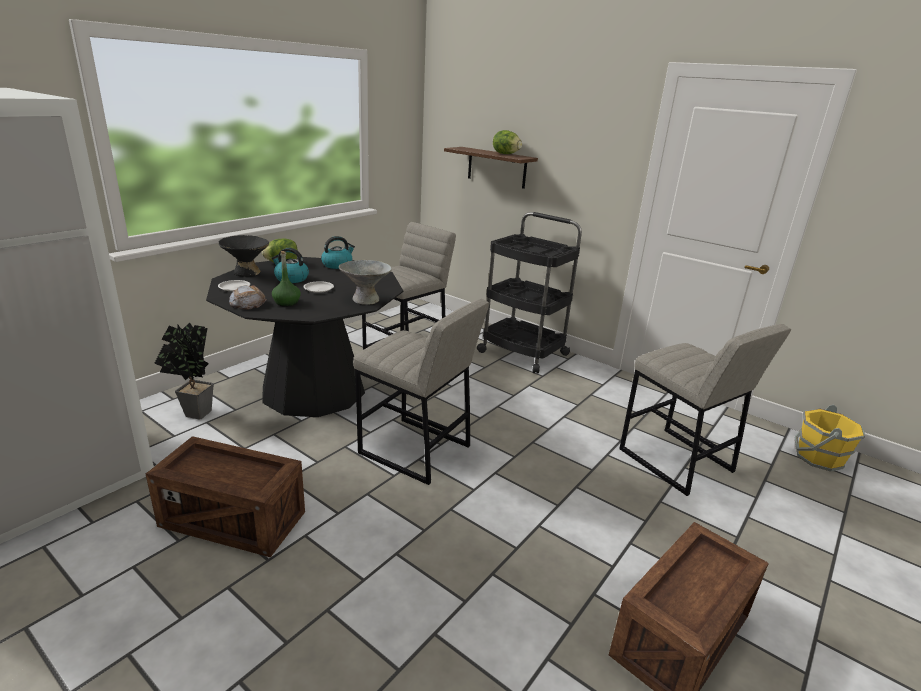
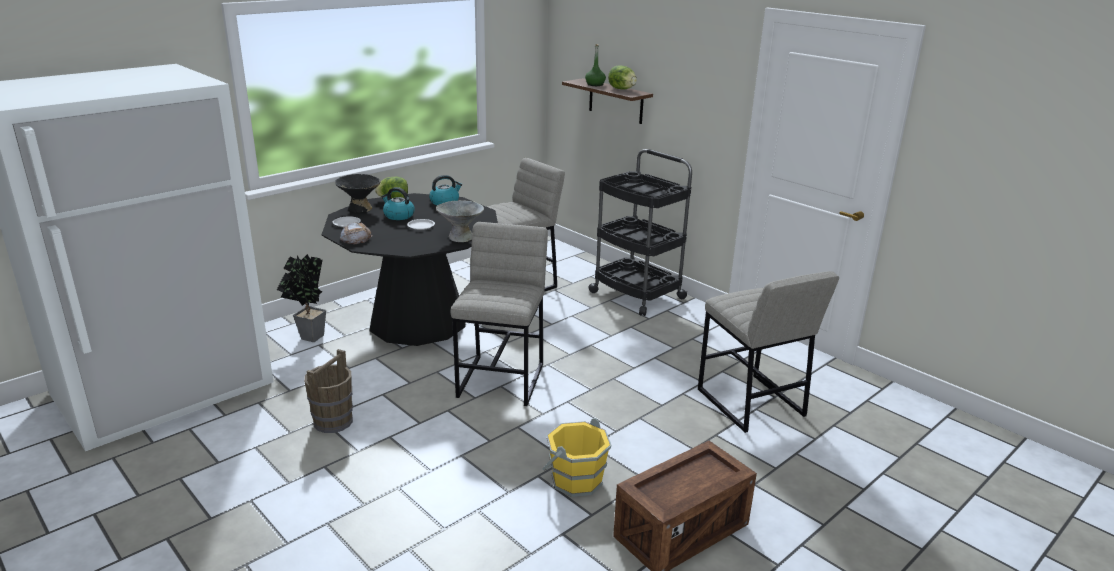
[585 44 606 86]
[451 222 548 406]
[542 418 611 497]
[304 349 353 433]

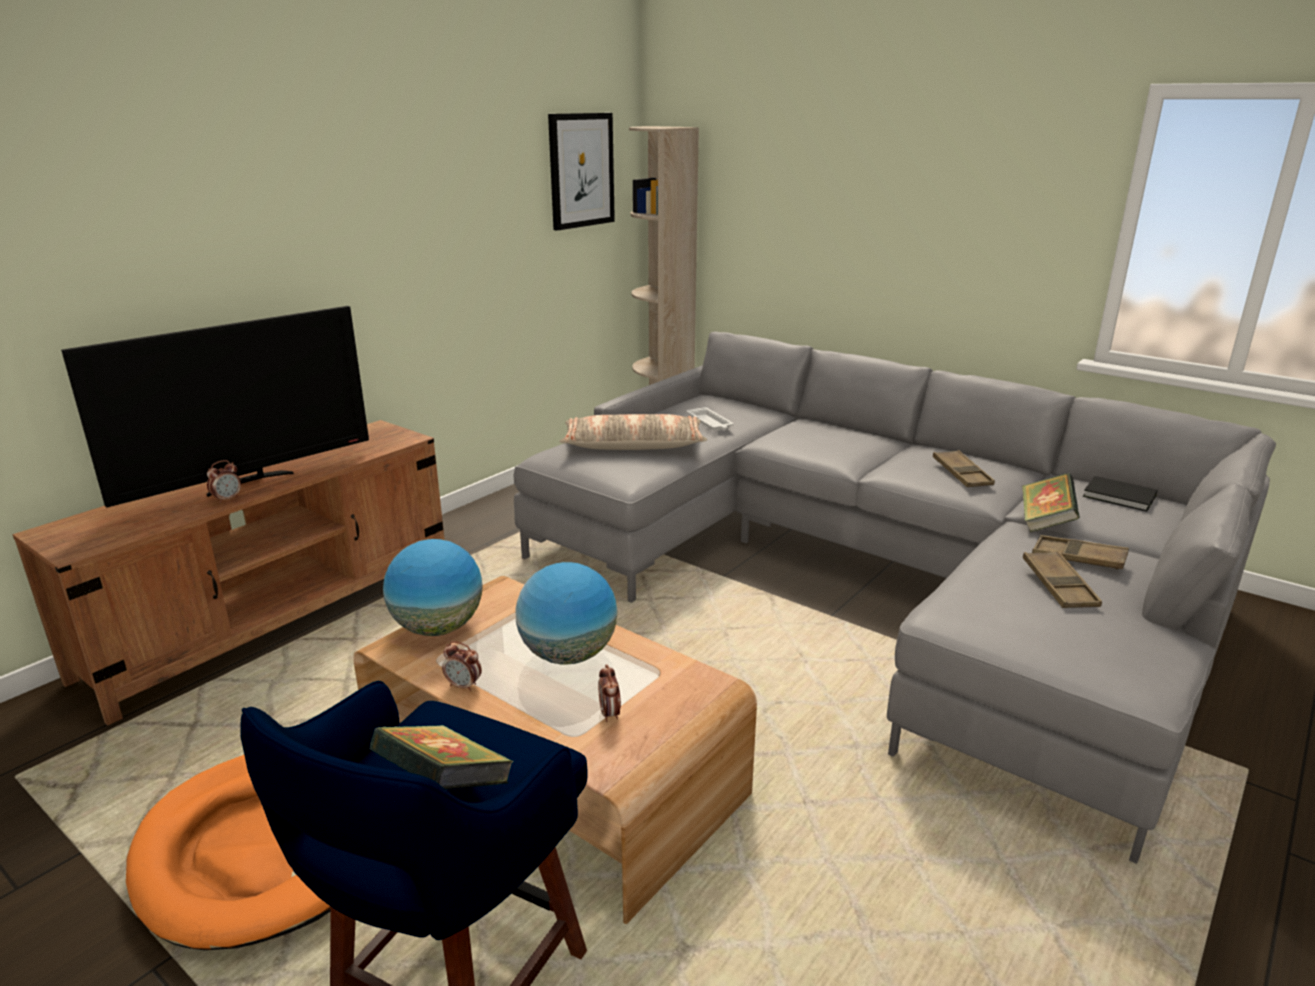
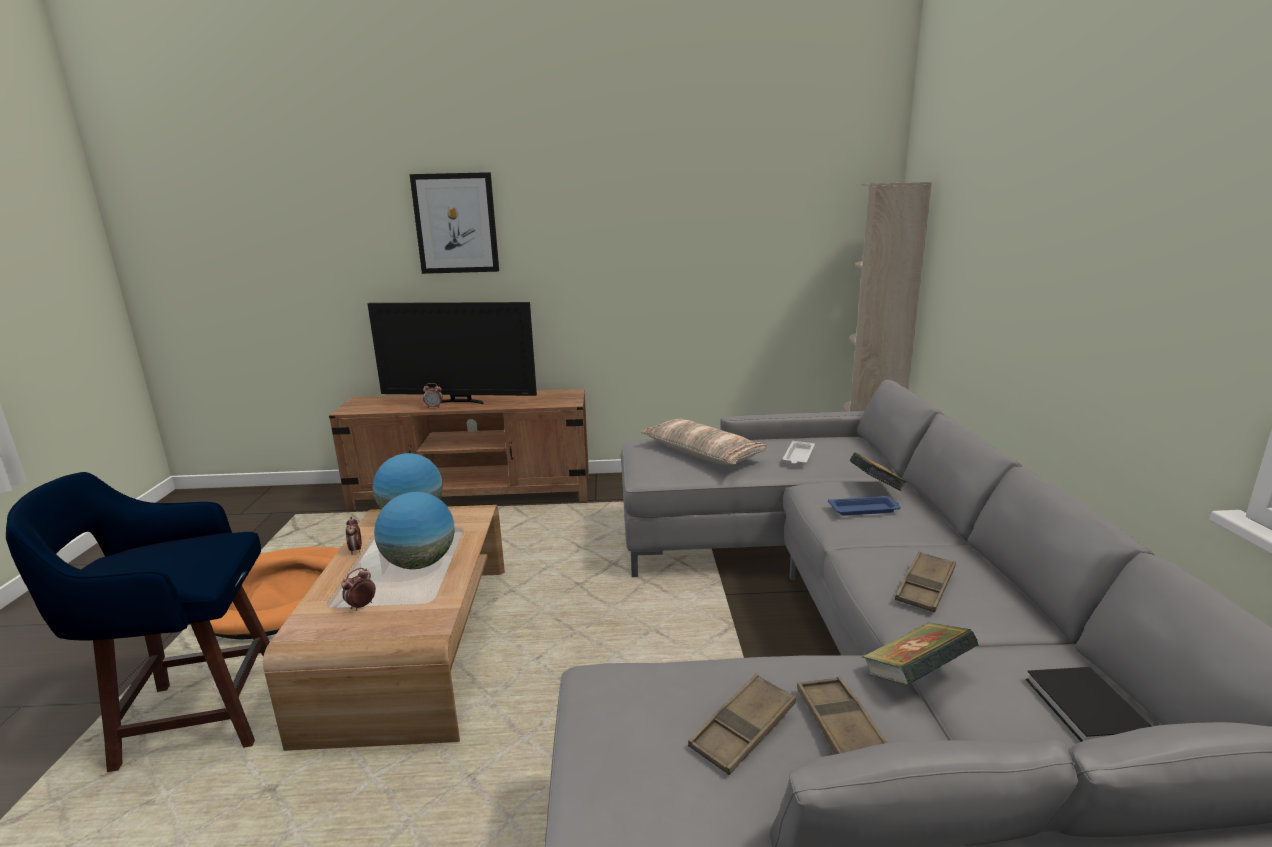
[410 172 499 274]
[850 453 906 491]
[828 496 901 515]

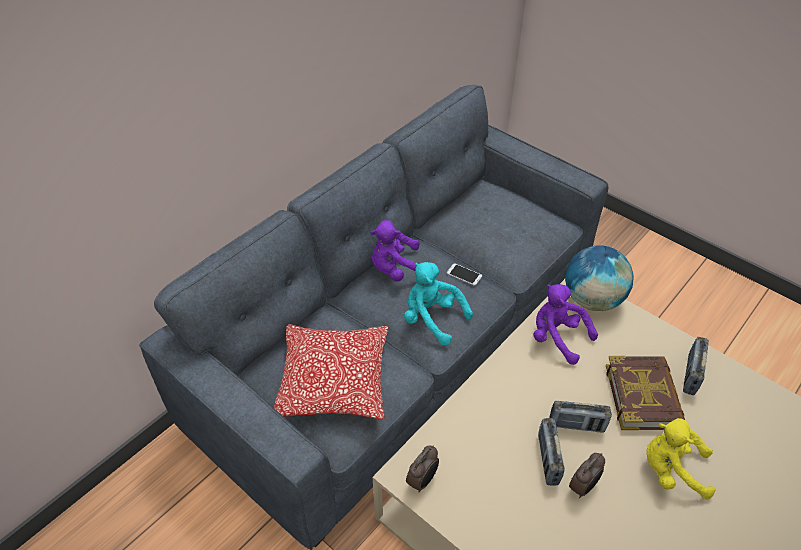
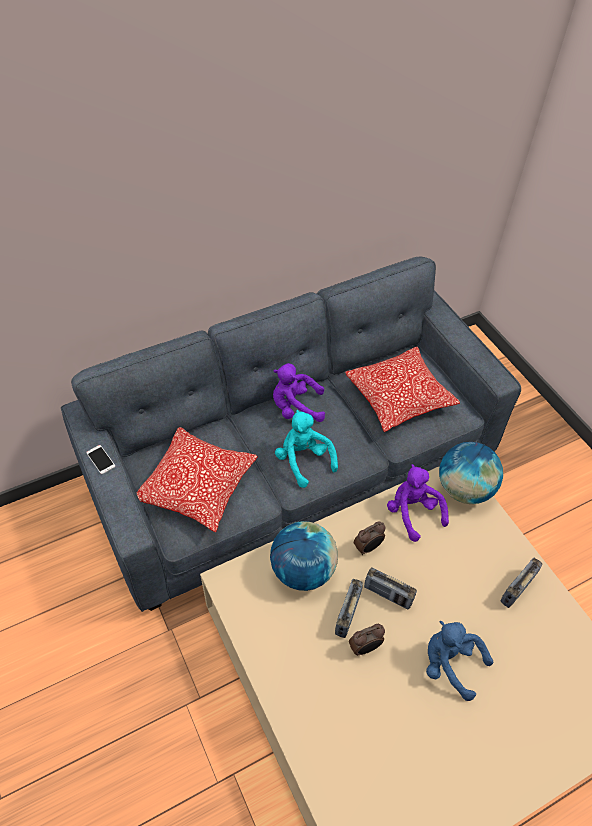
[86 445 115 474]
[606 356 685 430] (first image)
[426 621 493 701]
[354 522 385 555]
[345 347 460 432]
[270 521 338 591]

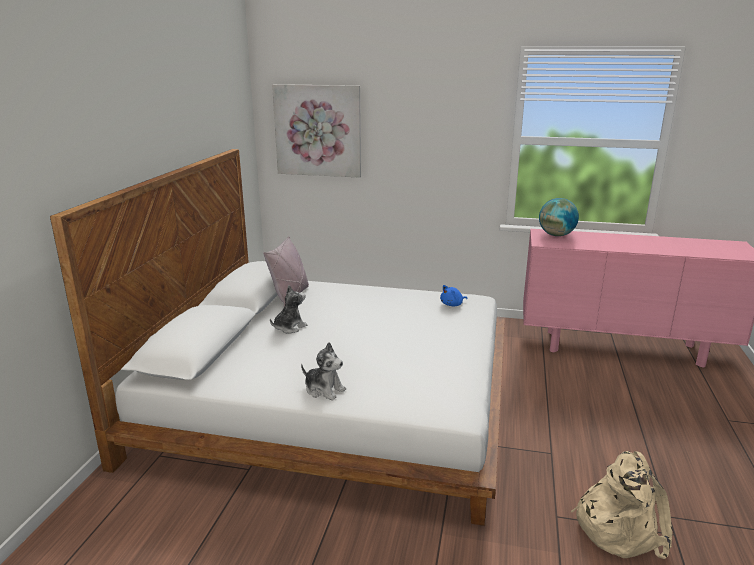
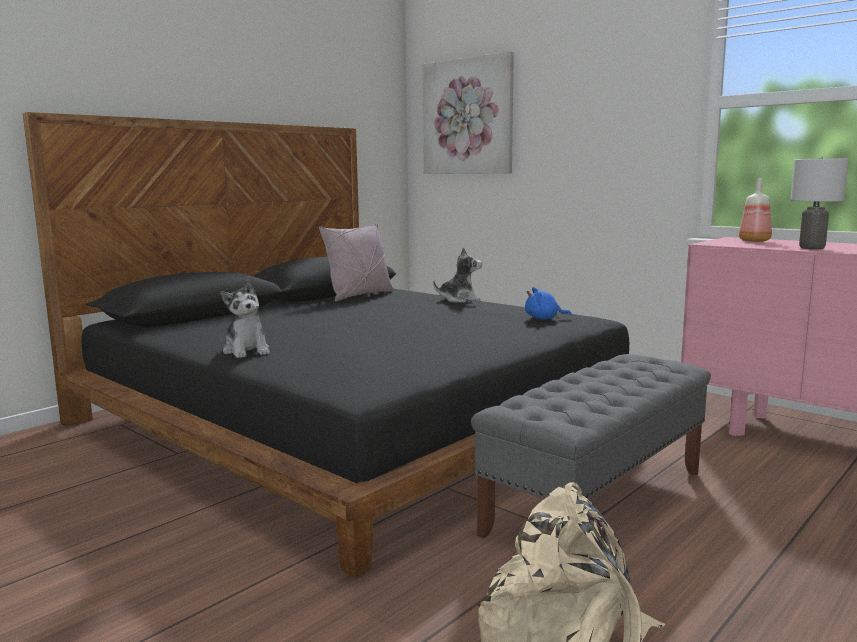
[23 112 629 578]
[739 179 772 242]
[433 247 482 303]
[790 157 849 249]
[471 354 711 538]

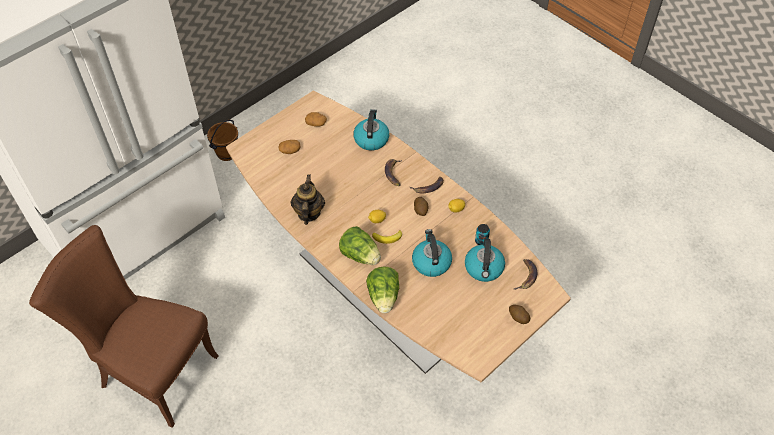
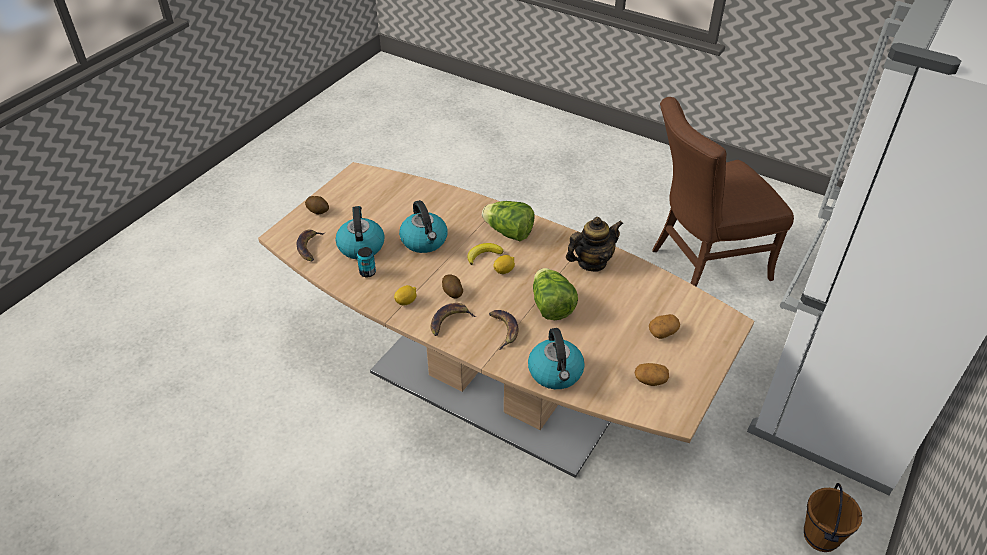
[566 217 623 271]
[652 97 794 287]
[533 268 578 320]

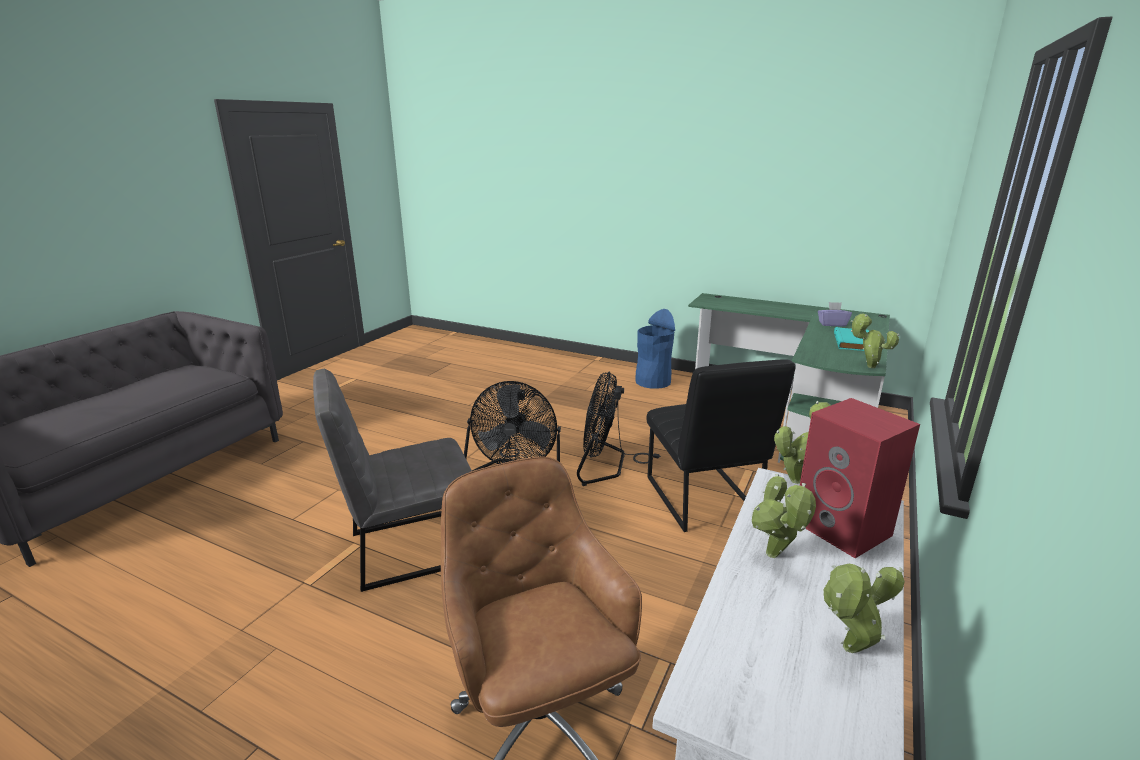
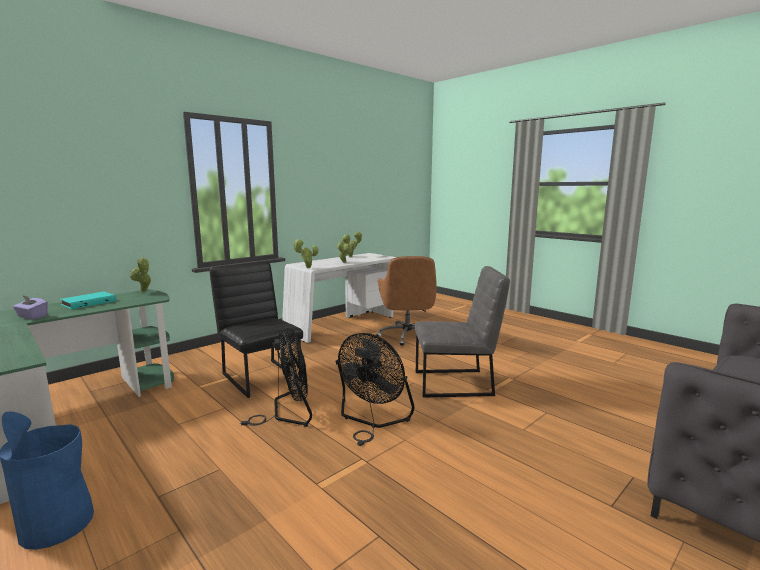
[209 261 303 398]
[240 327 312 427]
[800 398 920 558] (first image)

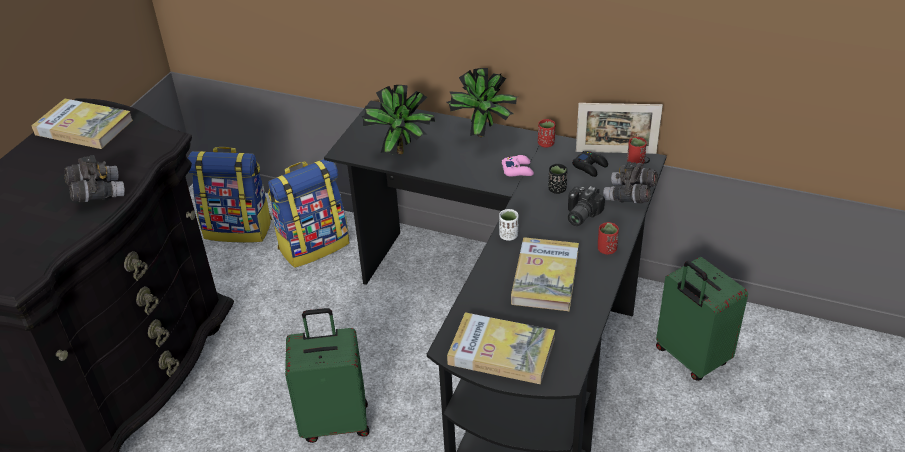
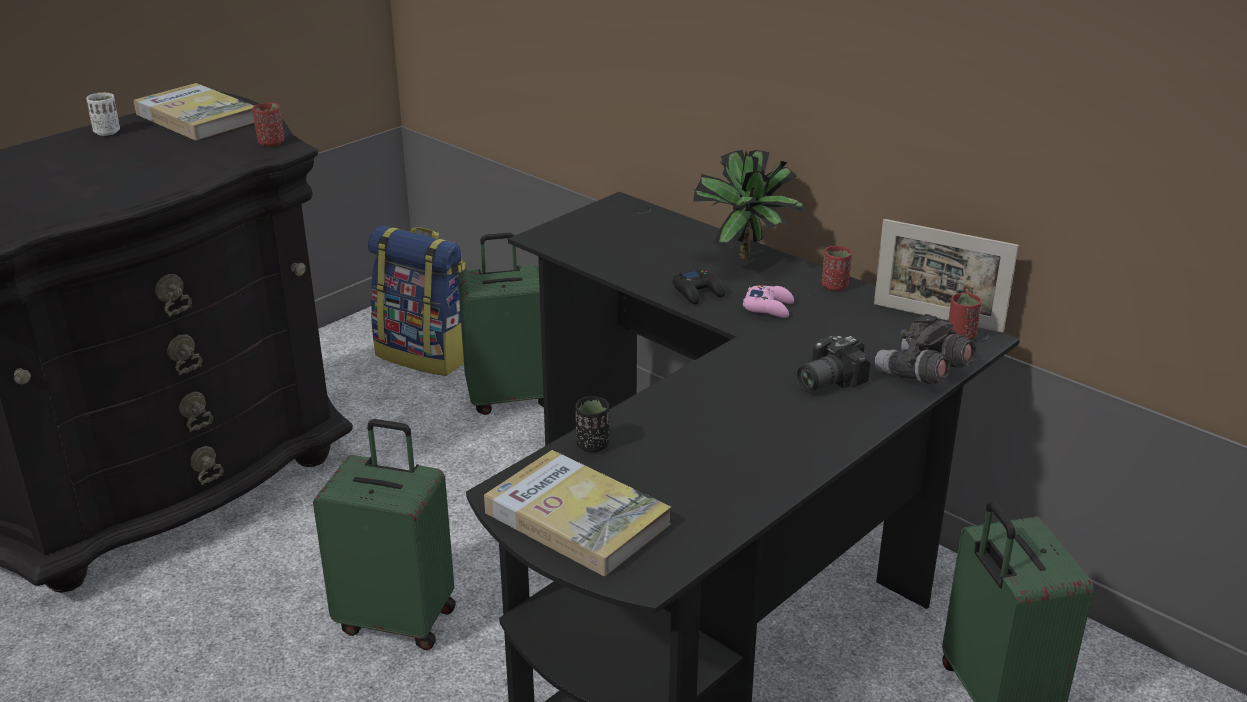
[362 85 435 155] (first image)
[673 270 726 304]
[64 155 125 203] (first image)
[458 233 544 415]
[576 396 609 452]
[86 93 120 136]
[252 103 284 146]
[511 237 579 311] (first image)

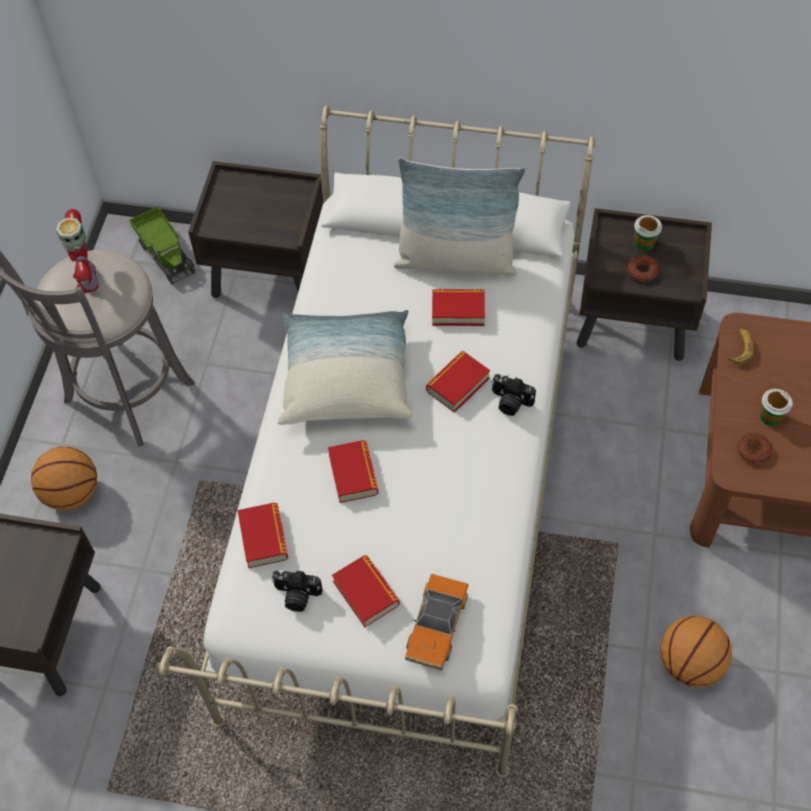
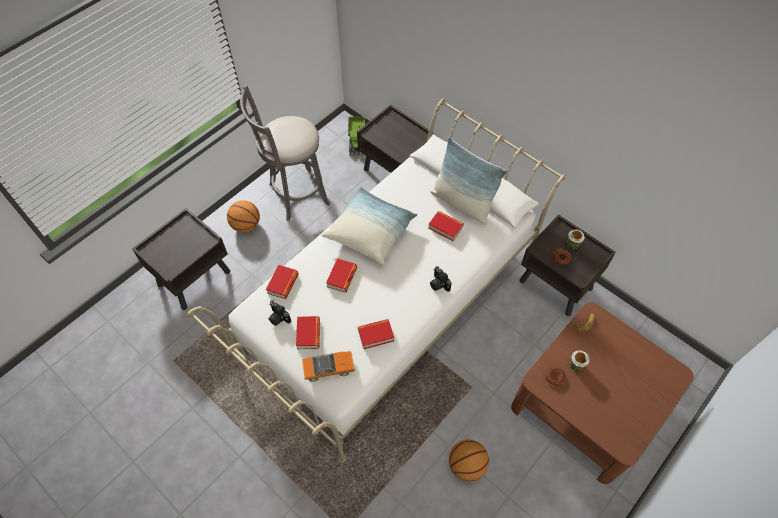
[56 209 99 293] (first image)
[358 319 394 349]
[302 351 355 382]

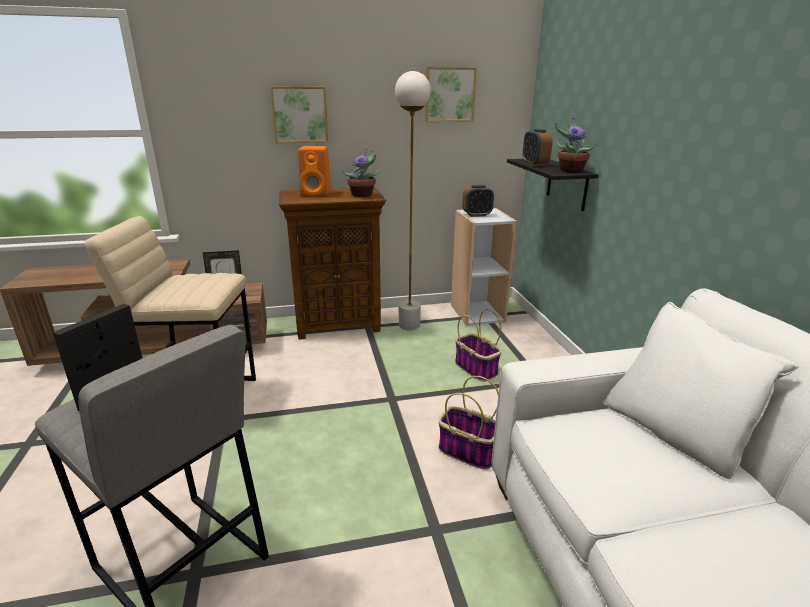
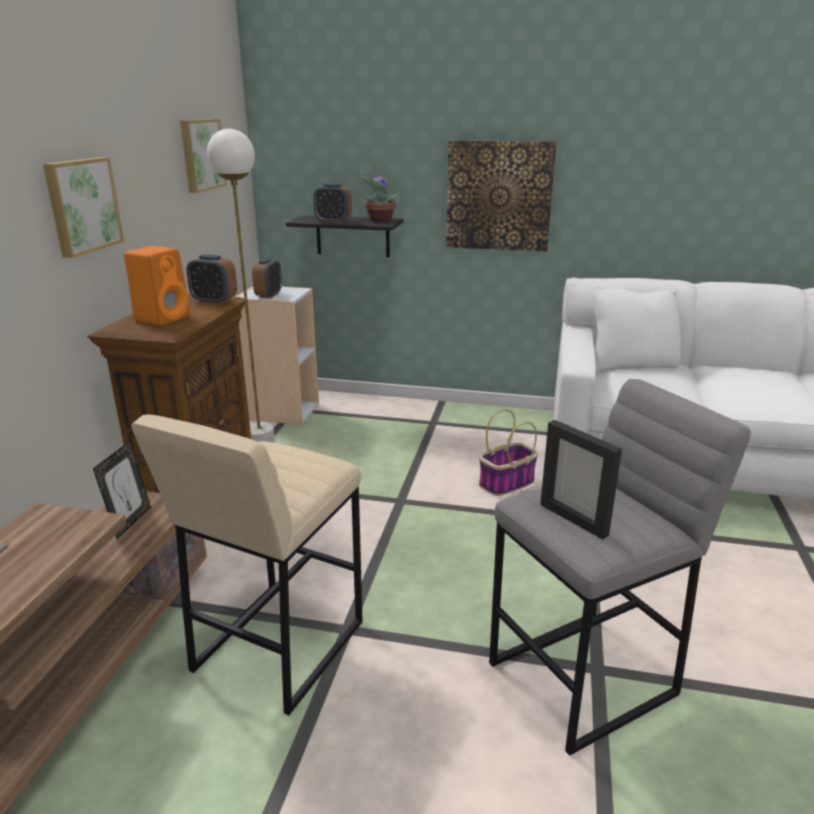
[186 254 237 305]
[455 309 502 382] (first image)
[446 140 557 252]

